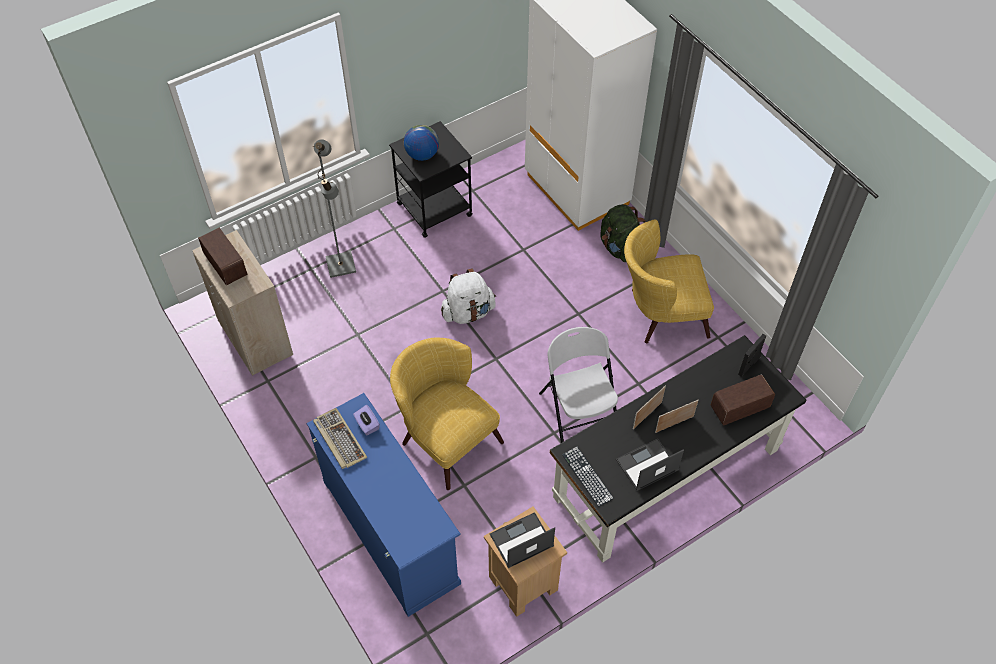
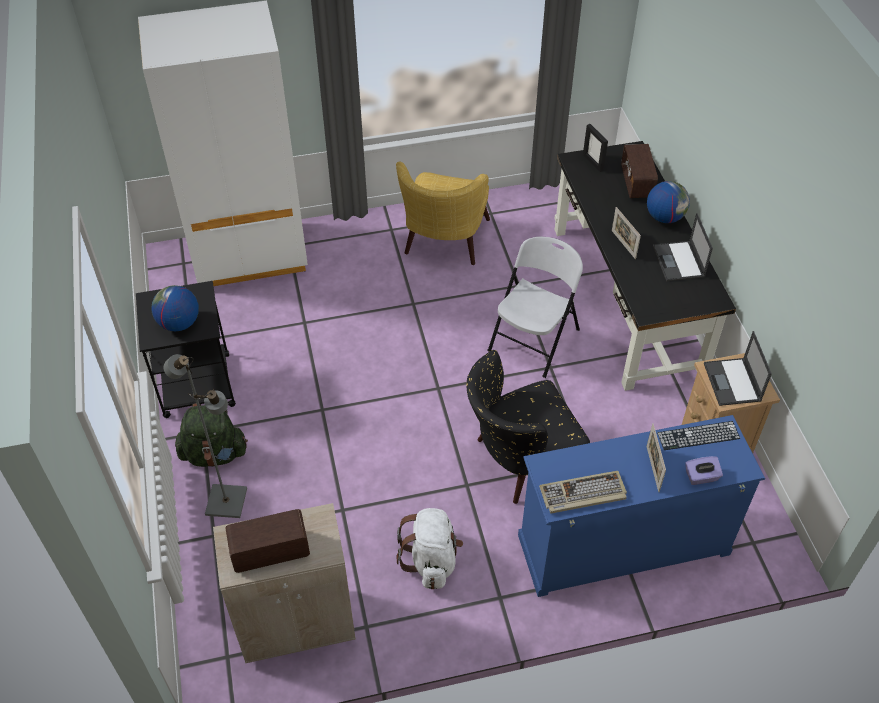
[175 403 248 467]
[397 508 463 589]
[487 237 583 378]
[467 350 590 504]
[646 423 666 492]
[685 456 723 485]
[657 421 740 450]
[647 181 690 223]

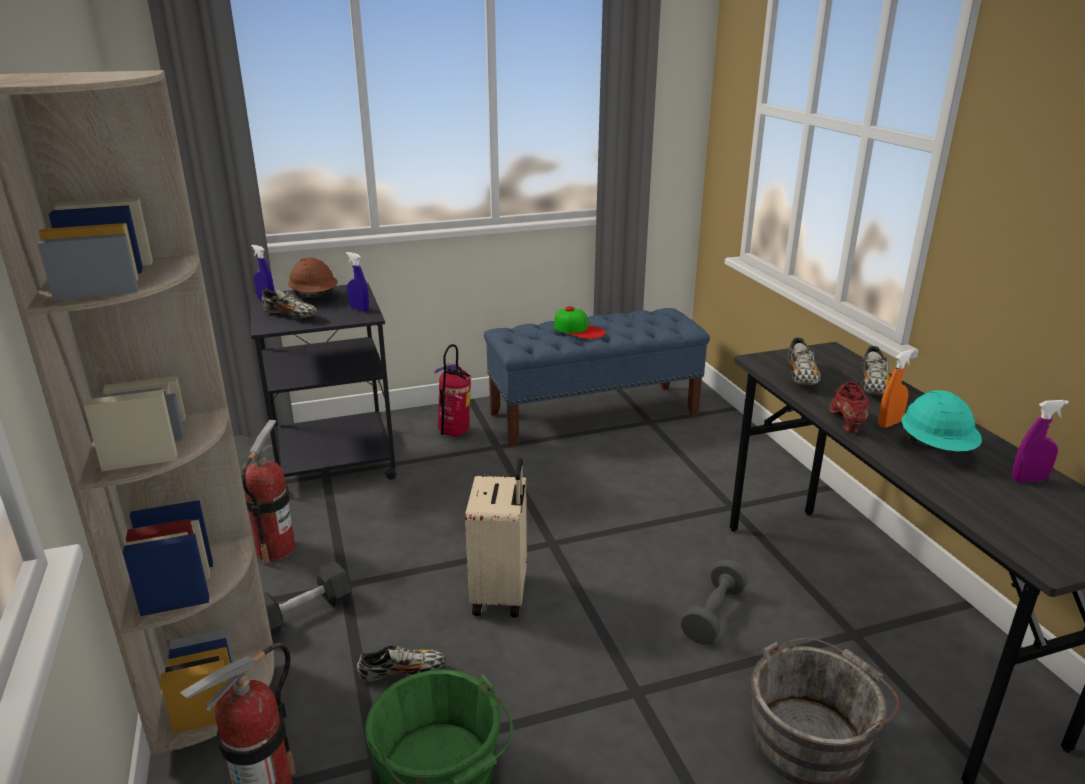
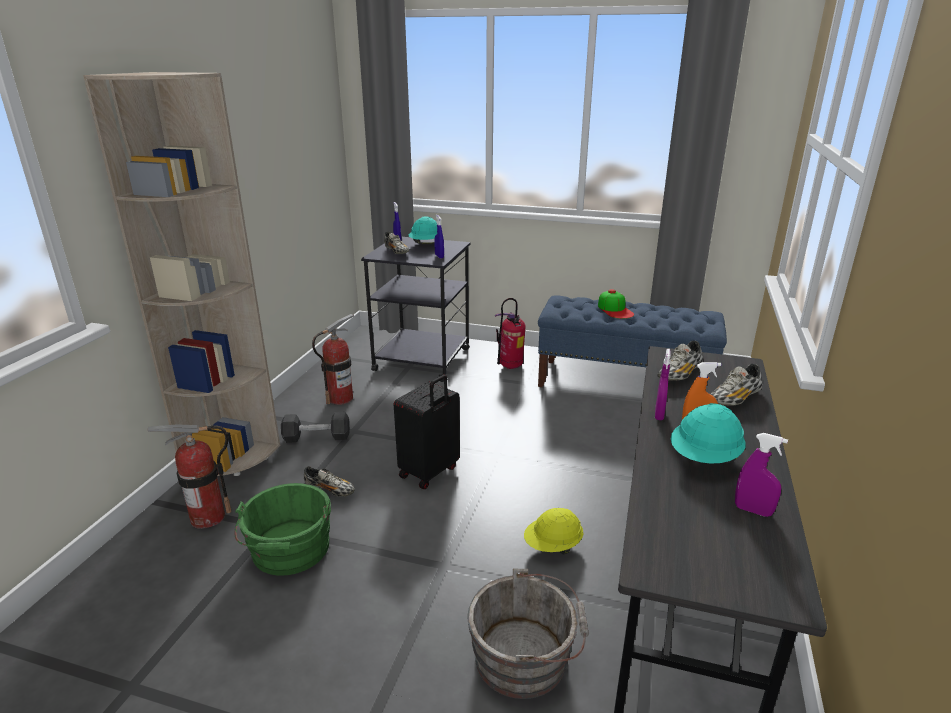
[409 216 437 245]
[655 349 671 420]
[394 375 460 489]
[524 508 583 554]

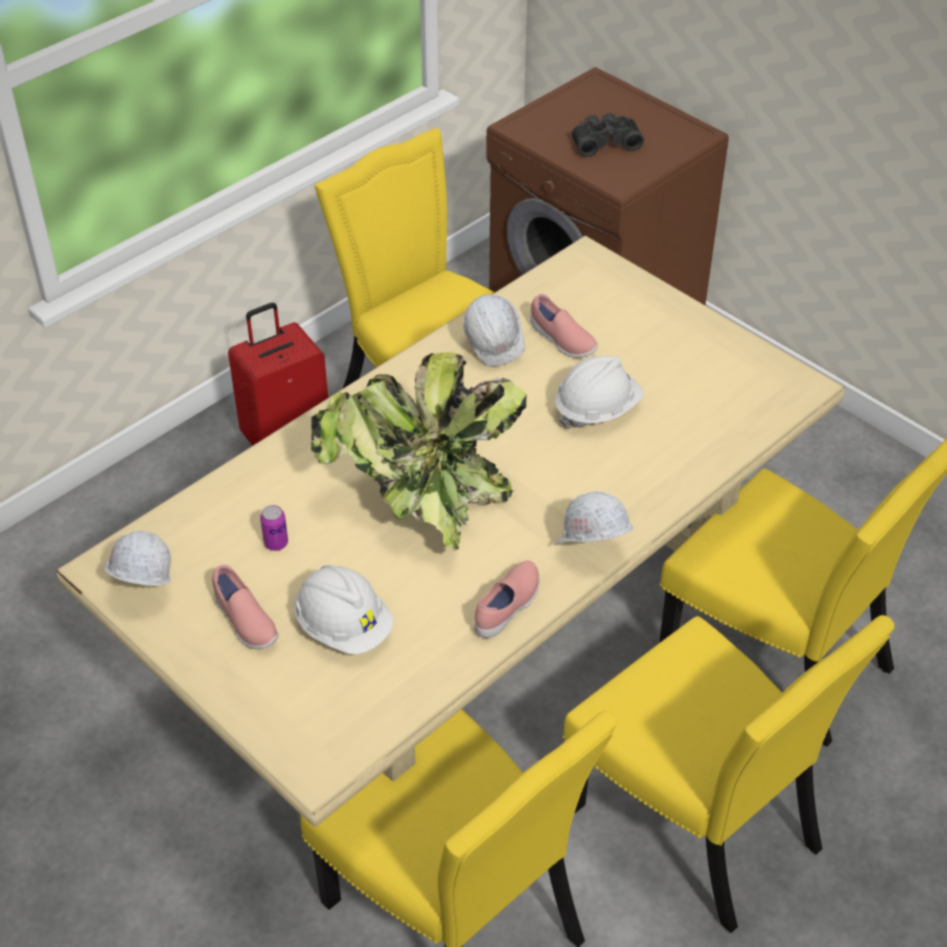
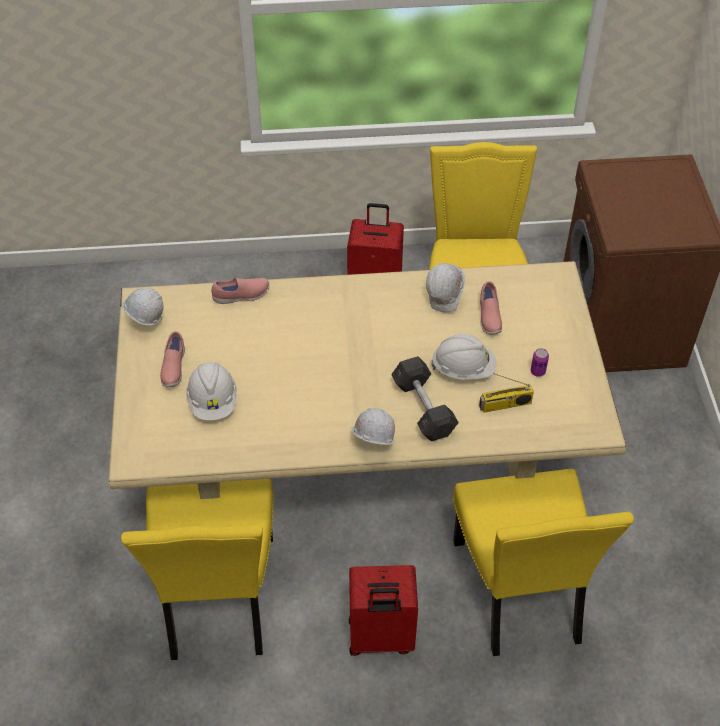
[571 113 644 157] (first image)
[311 352 526 552] (first image)
[531 348 549 377]
[211 278 270 304]
[349 565 418 656]
[391 356 459 441]
[479 373 534 413]

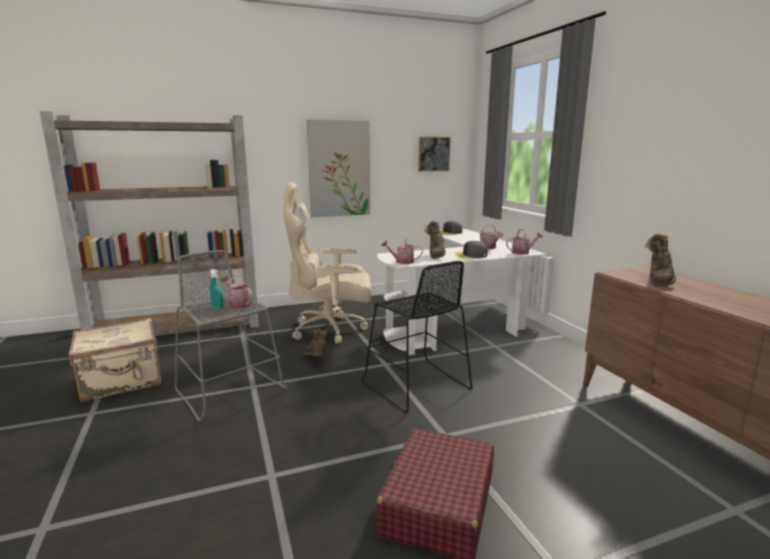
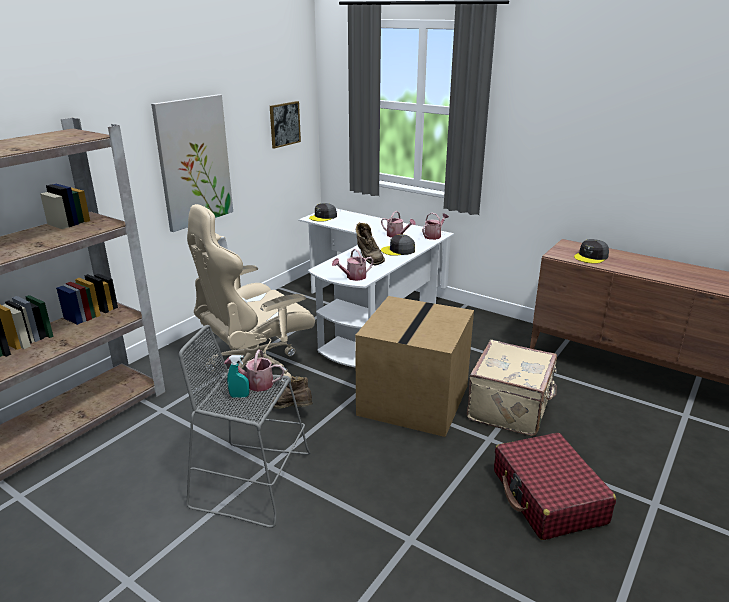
[574 239 609 264]
[355 296 474 437]
[467 340 557 436]

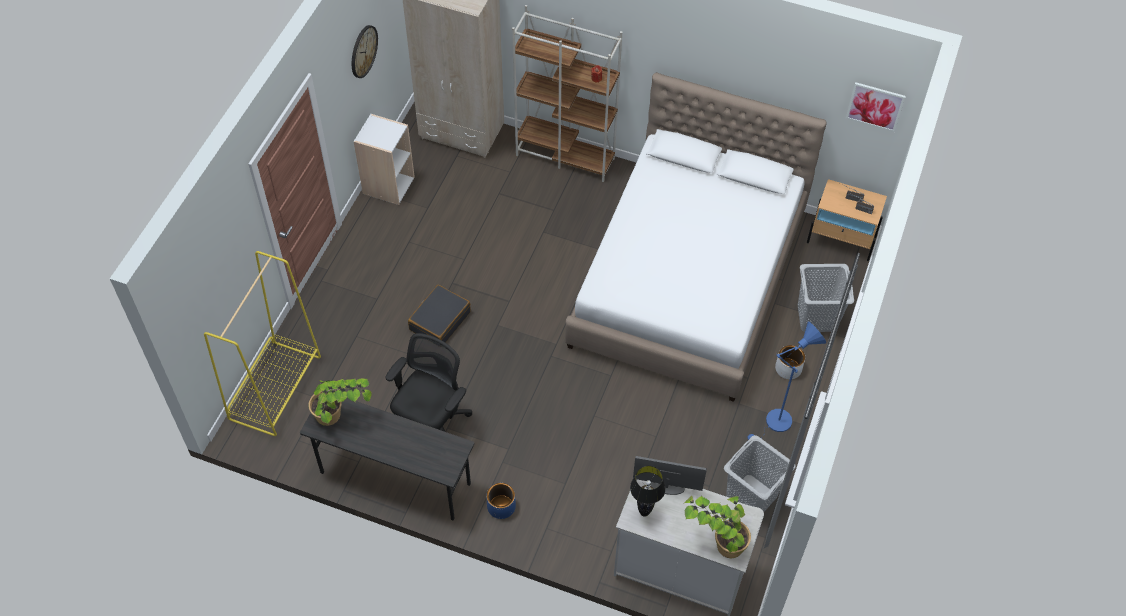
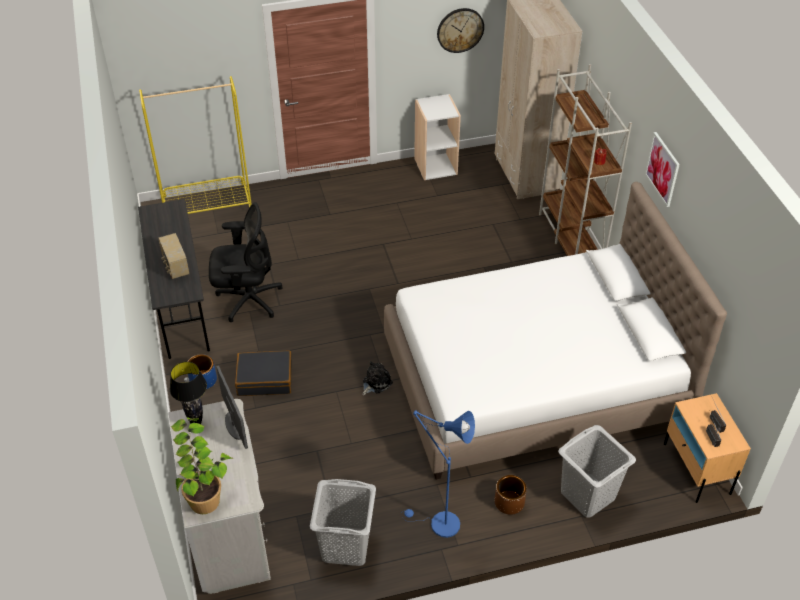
[645 132 680 207]
[235 350 292 396]
[494 475 527 515]
[308 378 372 426] (first image)
[158 233 189 279]
[362 361 393 395]

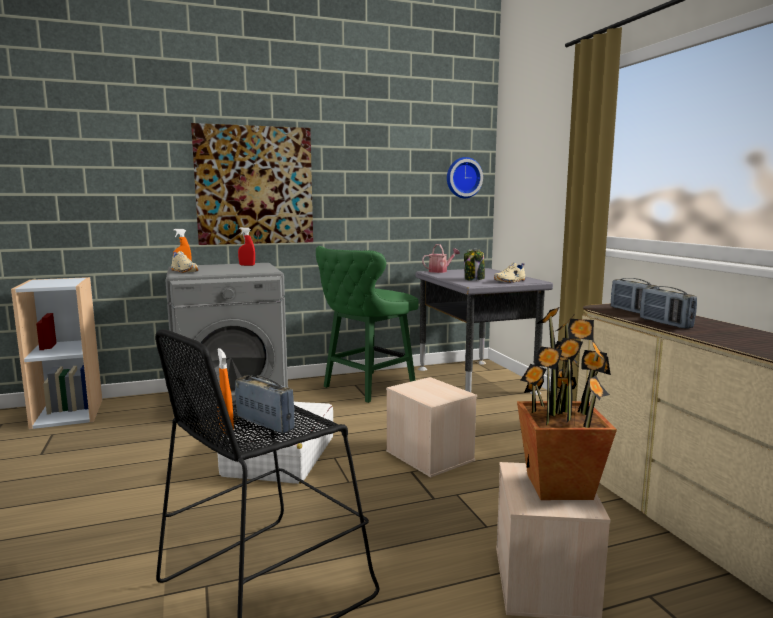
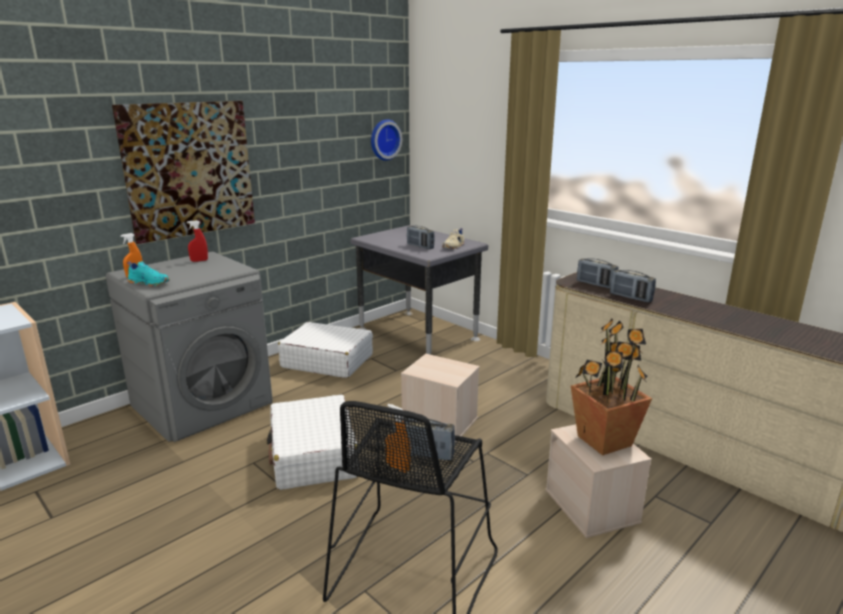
[422 244 460 273] (first image)
[278 322 373 378]
[407 226 435 249]
[127 261 170 287]

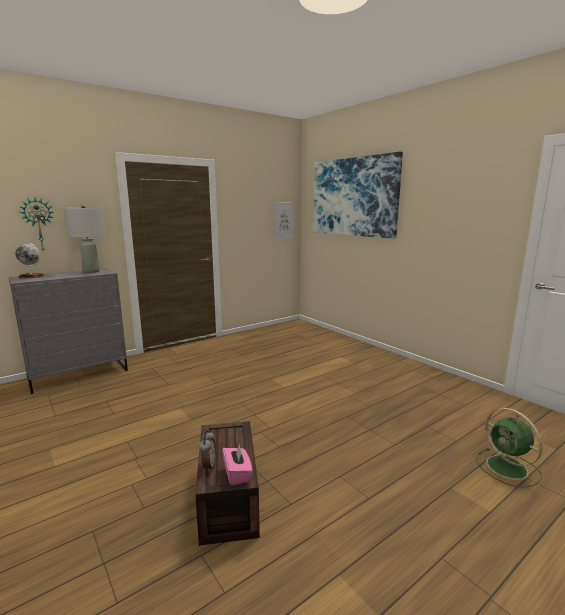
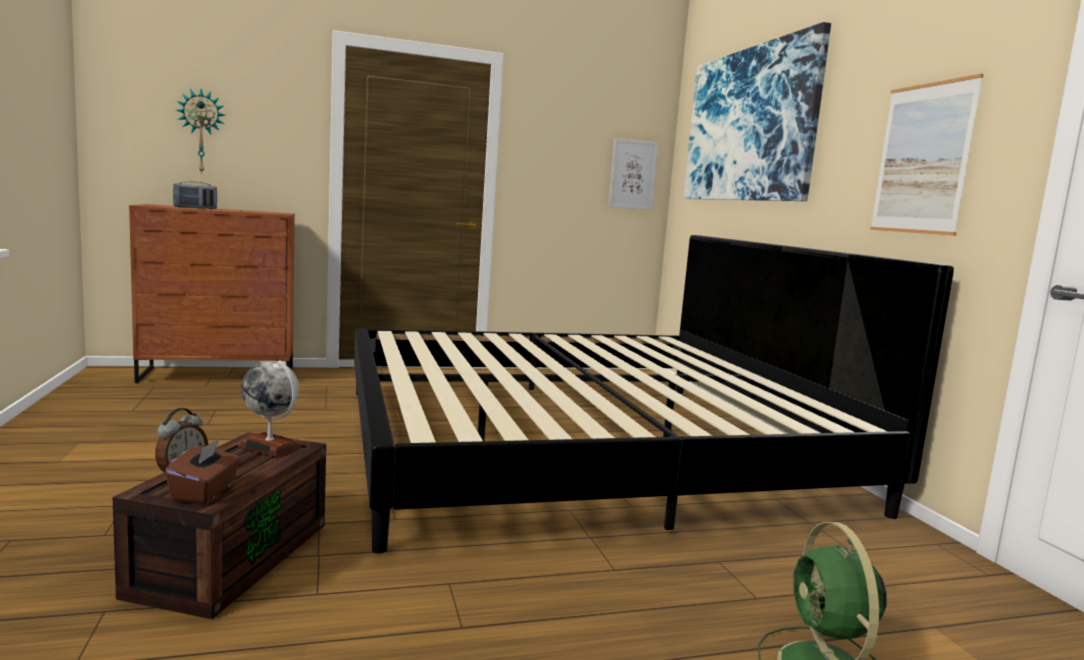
[63 205 106 273] (first image)
[238 360 301 457]
[129 204 295 383]
[165 438 241 504]
[870 74 984 236]
[173 182 217 209]
[354 235 954 554]

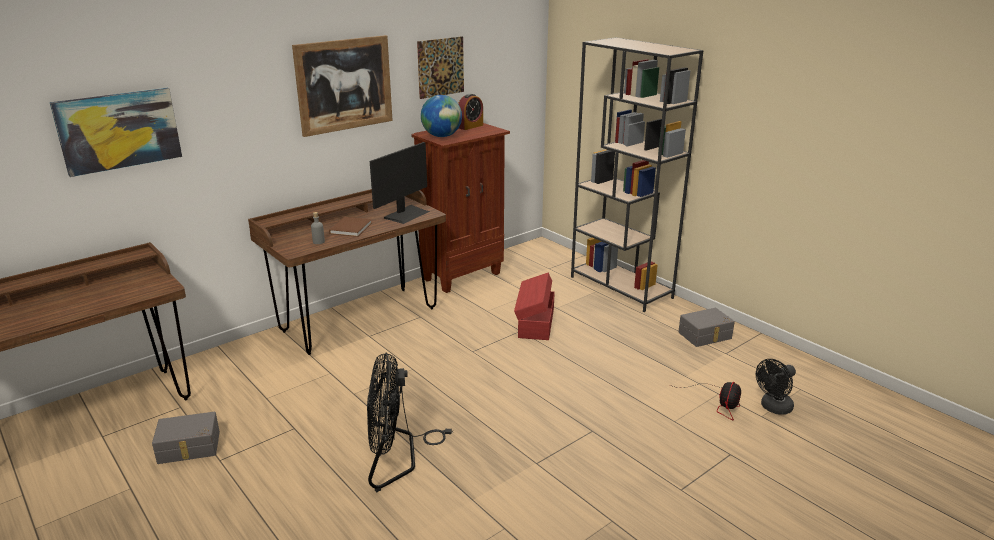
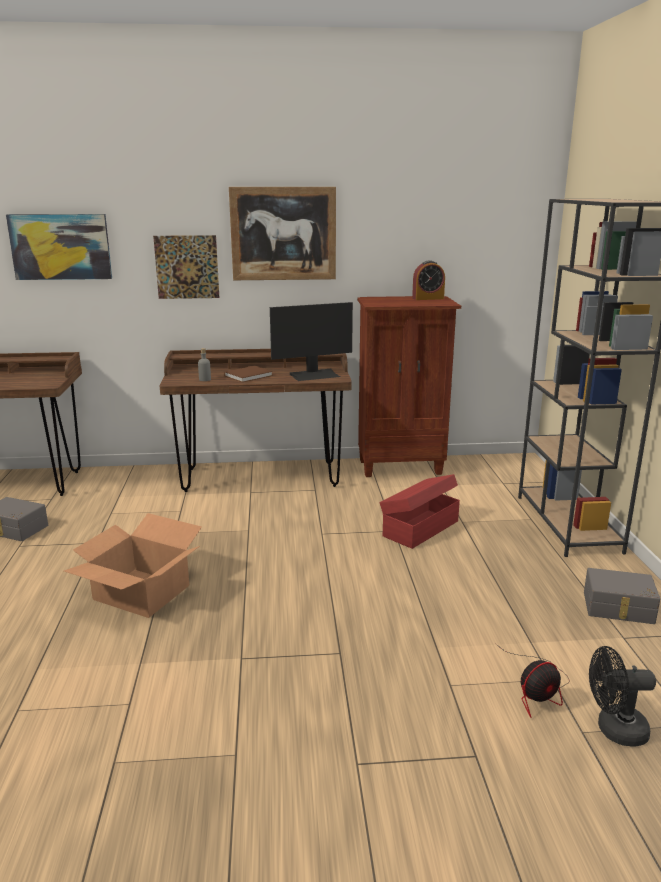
[153 235 220 299]
[421 95 462 137] (first image)
[64 513 202 618]

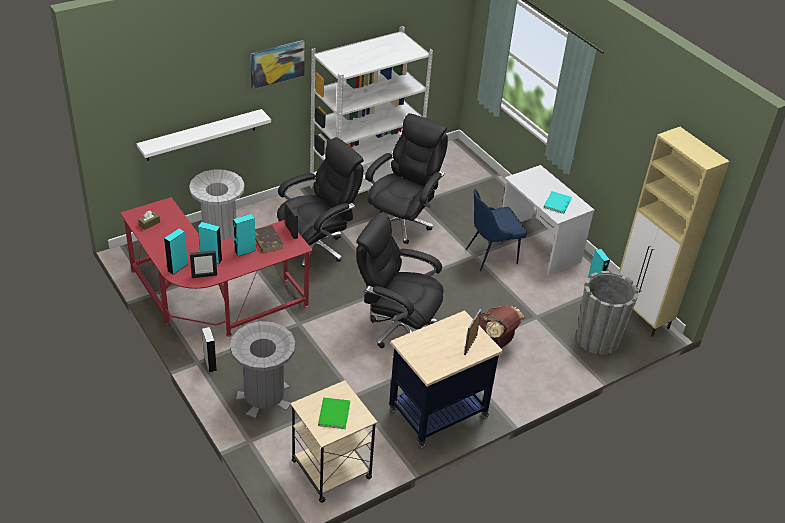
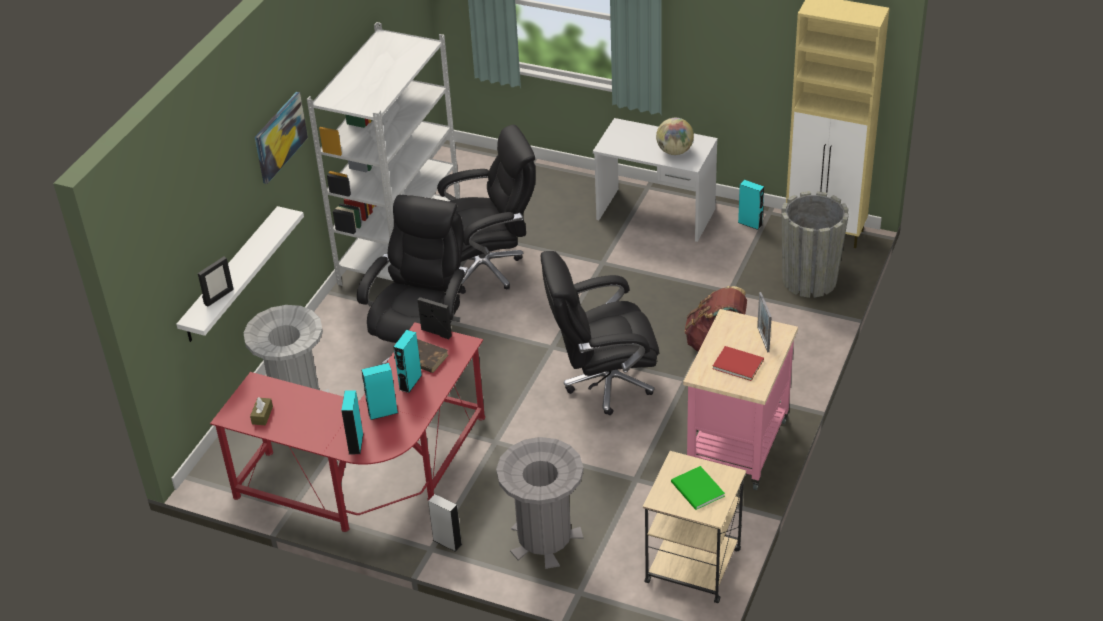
[437 125 536 294]
[466 188 527 272] (first image)
[656 118 694 155]
[198 257 234 307]
[683 309 798 490]
[713 346 764 381]

